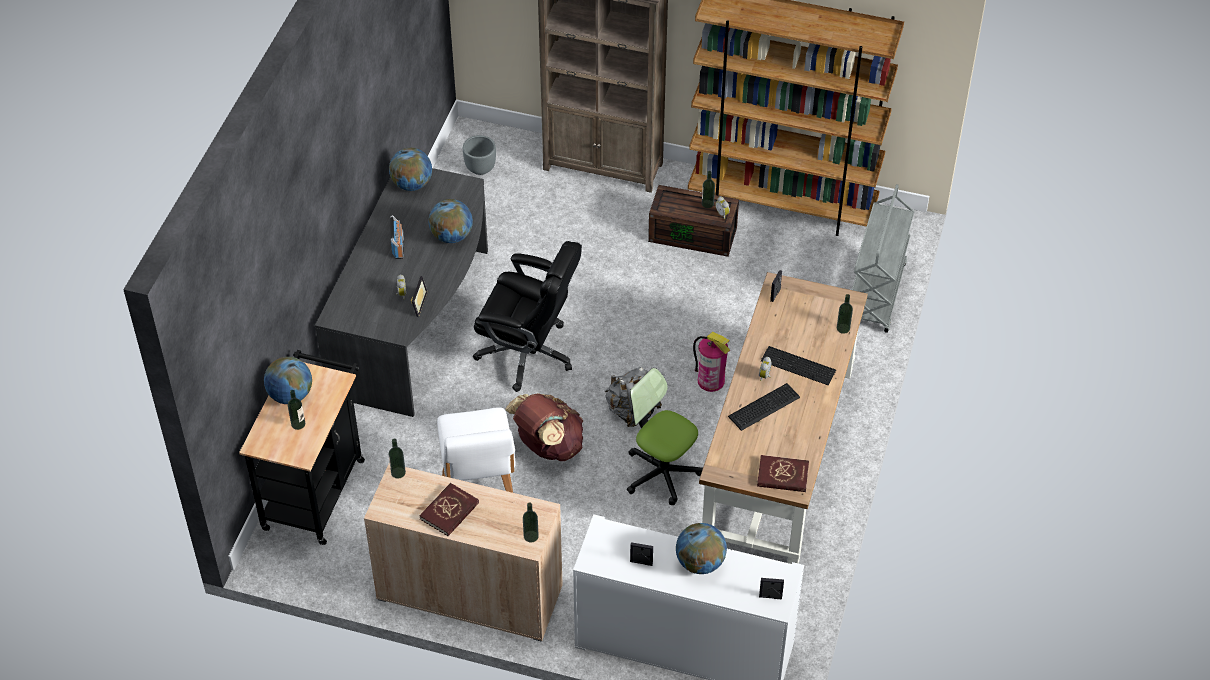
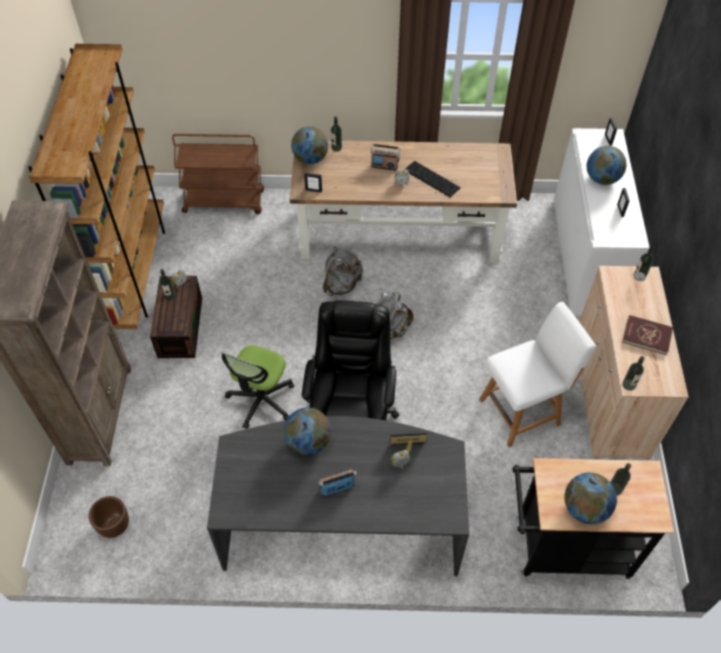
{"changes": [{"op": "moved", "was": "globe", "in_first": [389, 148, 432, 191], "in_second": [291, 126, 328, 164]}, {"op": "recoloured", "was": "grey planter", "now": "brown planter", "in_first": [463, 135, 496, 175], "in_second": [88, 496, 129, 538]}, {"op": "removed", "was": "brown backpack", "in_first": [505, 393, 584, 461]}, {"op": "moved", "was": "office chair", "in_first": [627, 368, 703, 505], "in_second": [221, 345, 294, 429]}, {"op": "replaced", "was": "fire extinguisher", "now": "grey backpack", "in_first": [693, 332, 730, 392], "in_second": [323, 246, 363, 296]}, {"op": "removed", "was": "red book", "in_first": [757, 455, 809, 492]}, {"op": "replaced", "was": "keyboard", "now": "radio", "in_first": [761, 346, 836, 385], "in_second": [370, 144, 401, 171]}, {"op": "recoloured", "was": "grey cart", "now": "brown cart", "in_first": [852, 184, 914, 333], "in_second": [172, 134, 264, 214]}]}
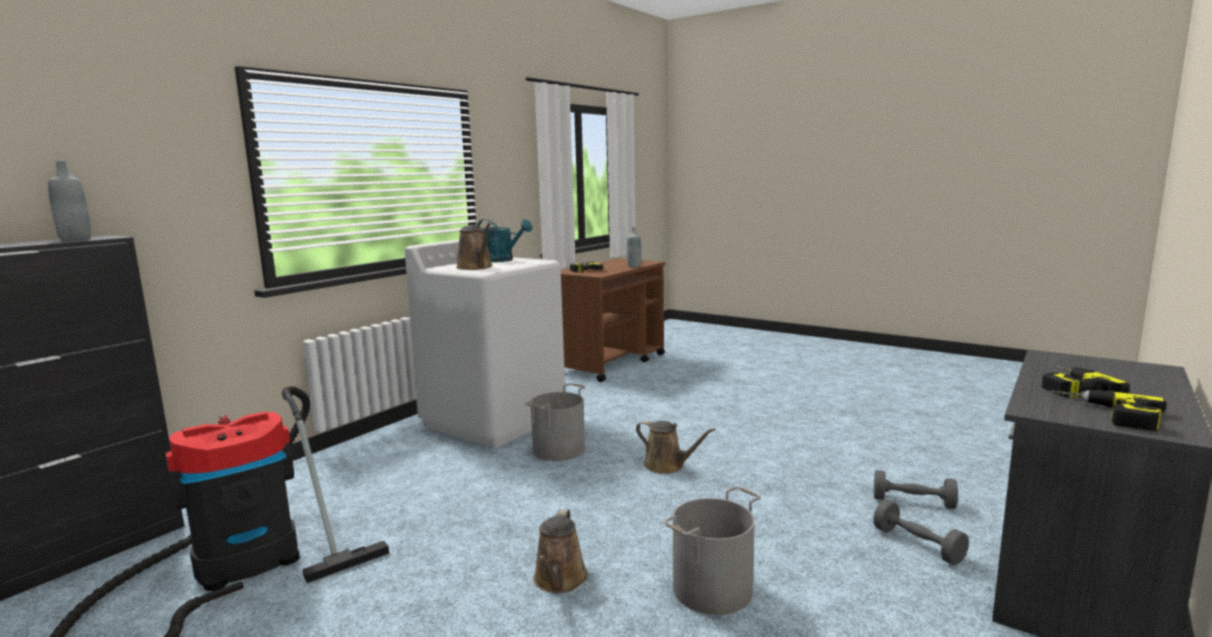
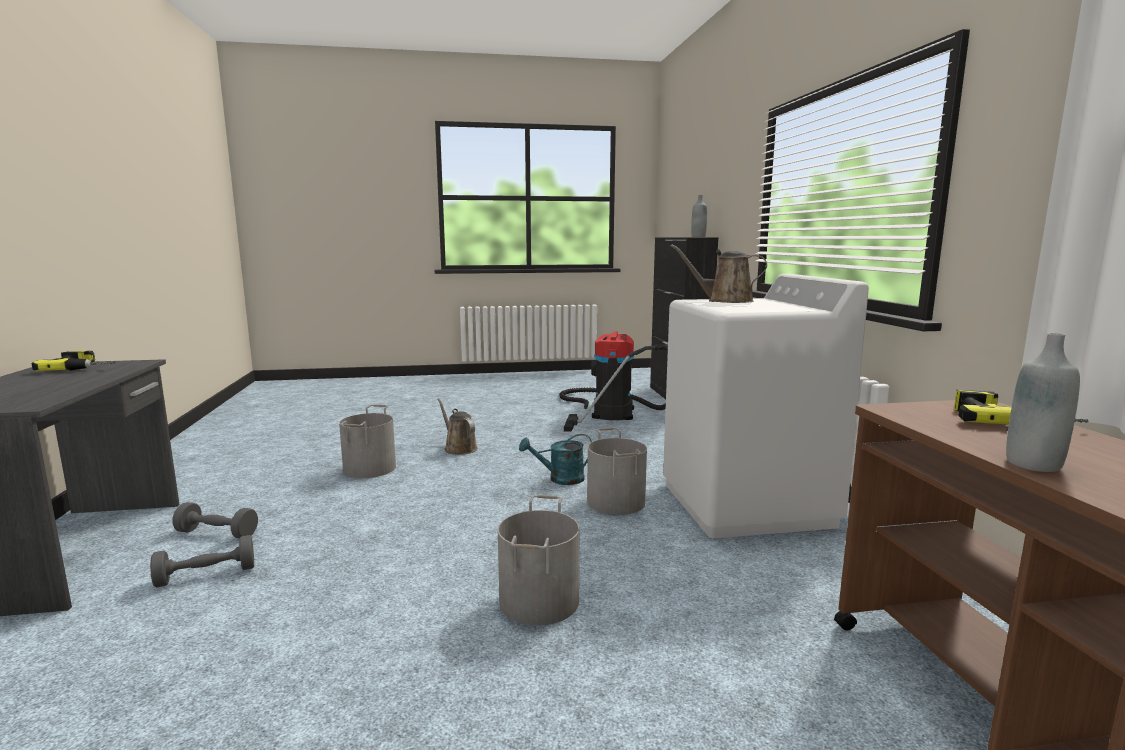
{"changes": [{"op": "moved", "was": "turquoise watering can", "in_first": [478, 219, 532, 262], "in_second": [519, 434, 592, 485]}, {"op": "removed", "was": "brown watering can", "in_first": [636, 420, 716, 474]}, {"op": "removed", "was": "power drill", "in_first": [1042, 363, 1130, 398]}, {"op": "added", "now": "grey bucket", "in_second": [498, 495, 580, 625]}]}
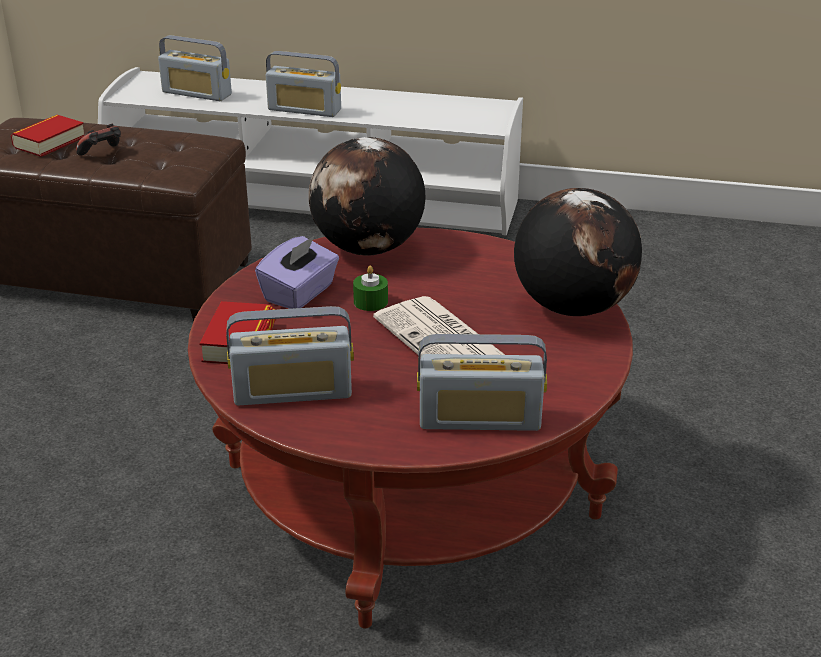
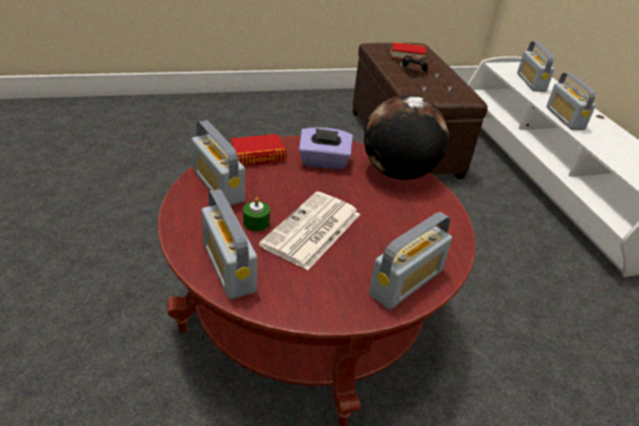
{"changes": [{"op": "moved", "was": "green candle", "in_first": [353, 266, 388, 311], "in_second": [243, 197, 270, 231]}, {"op": "replaced", "was": "globe", "now": "radio", "in_first": [514, 188, 642, 316], "in_second": [369, 212, 452, 310]}]}
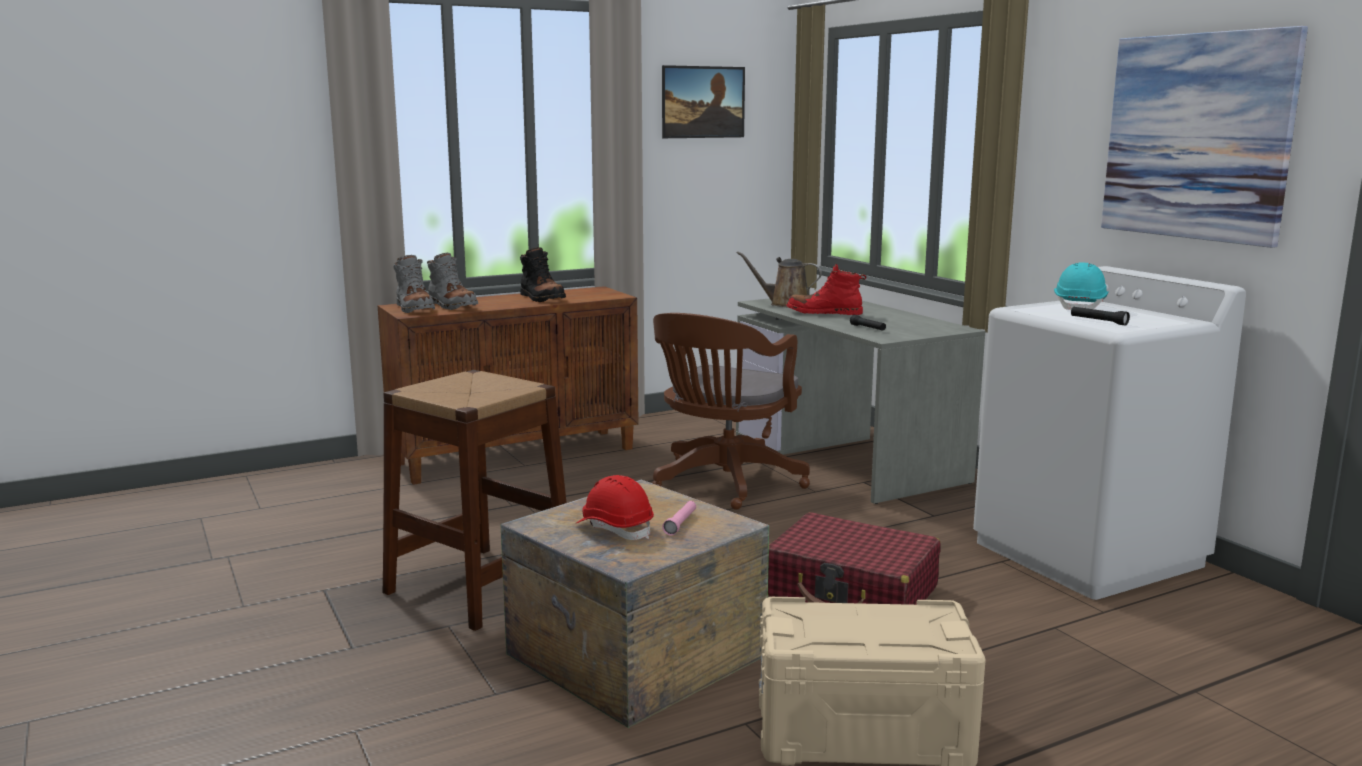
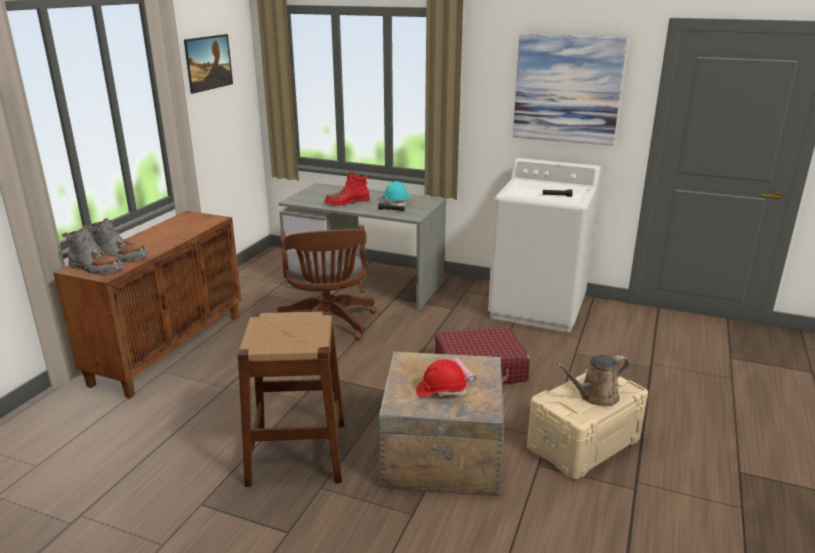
{"changes": [{"op": "removed", "was": "black boot", "in_first": [520, 247, 566, 302]}, {"op": "moved", "was": "brown watering can", "in_first": [737, 251, 822, 308], "in_second": [556, 355, 629, 406]}, {"op": "moved", "was": "turquoise hard hat", "in_first": [1054, 262, 1109, 310], "in_second": [383, 181, 409, 206]}]}
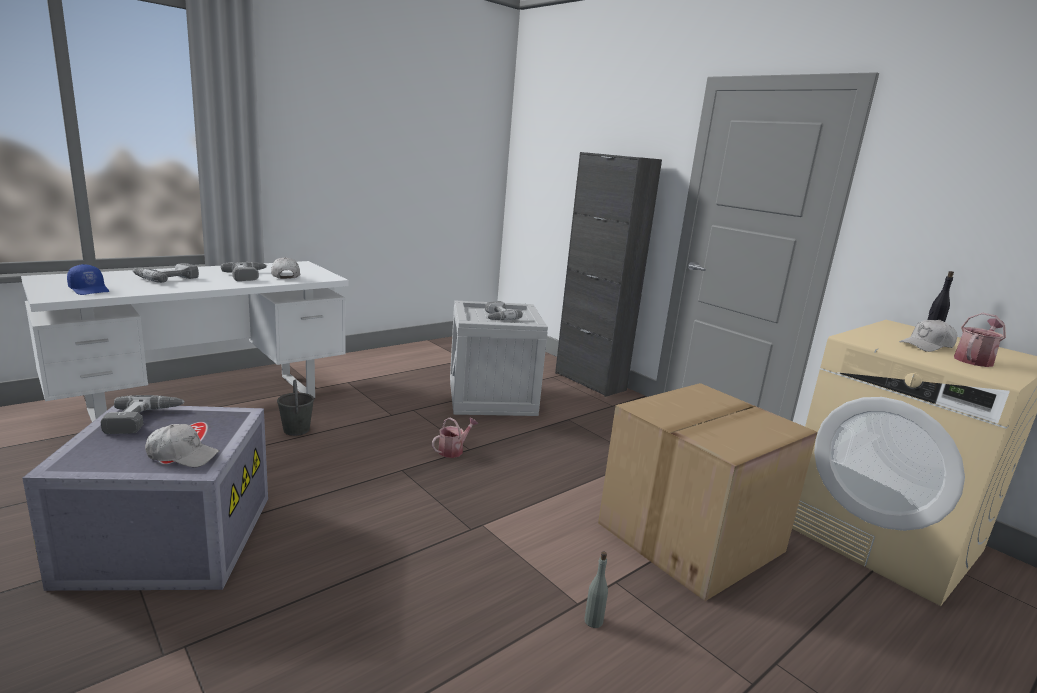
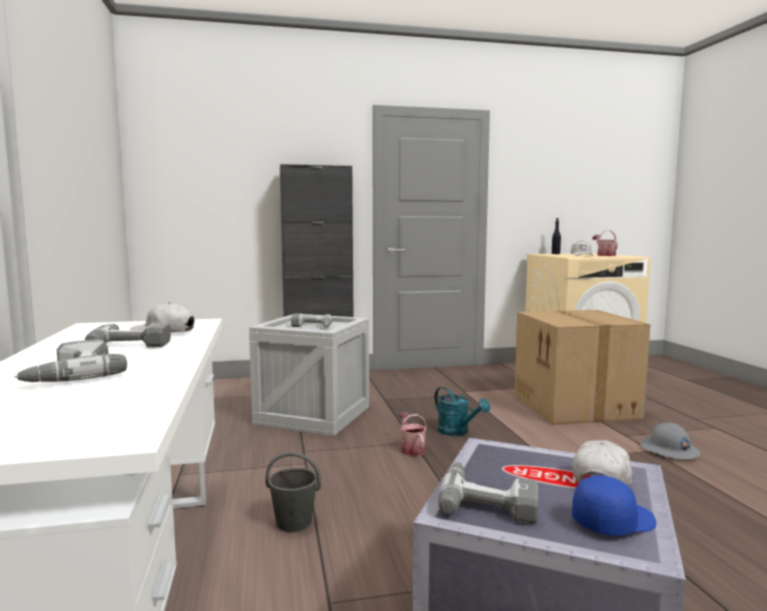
{"changes": [{"op": "moved", "was": "blue cap", "in_first": [67, 264, 109, 295], "in_second": [572, 475, 656, 536]}, {"op": "replaced", "was": "grey bottle", "now": "grey hard hat", "in_first": [584, 552, 608, 628], "in_second": [640, 422, 701, 459]}, {"op": "added", "now": "turquoise watering can", "in_second": [434, 387, 490, 436]}]}
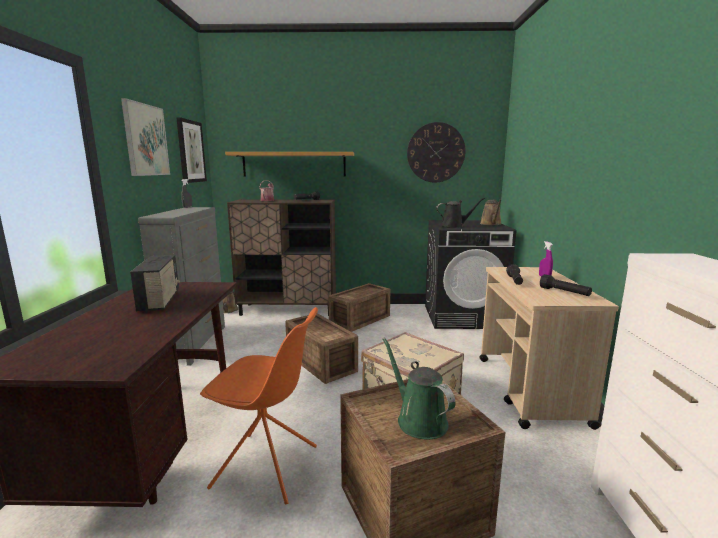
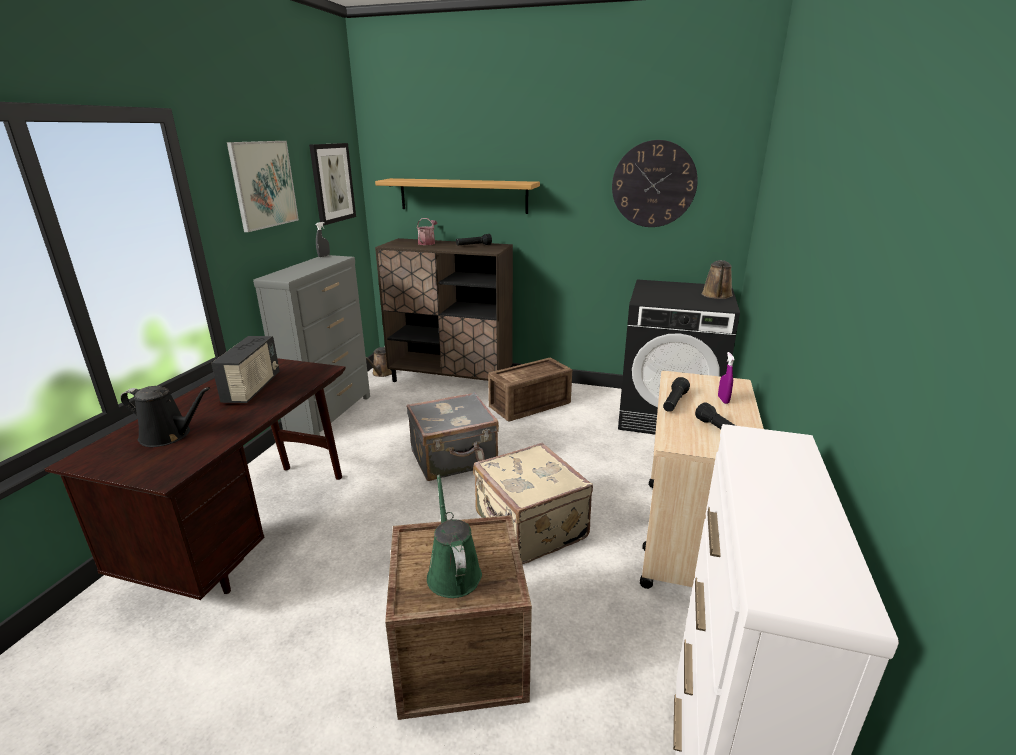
{"changes": [{"op": "removed", "was": "orange chair", "in_first": [200, 307, 318, 505]}, {"op": "replaced", "was": "crate", "now": "grey suitcase", "in_first": [285, 313, 358, 384], "in_second": [406, 392, 499, 481]}, {"op": "moved", "was": "black watering can", "in_first": [436, 198, 485, 228], "in_second": [120, 386, 210, 447]}]}
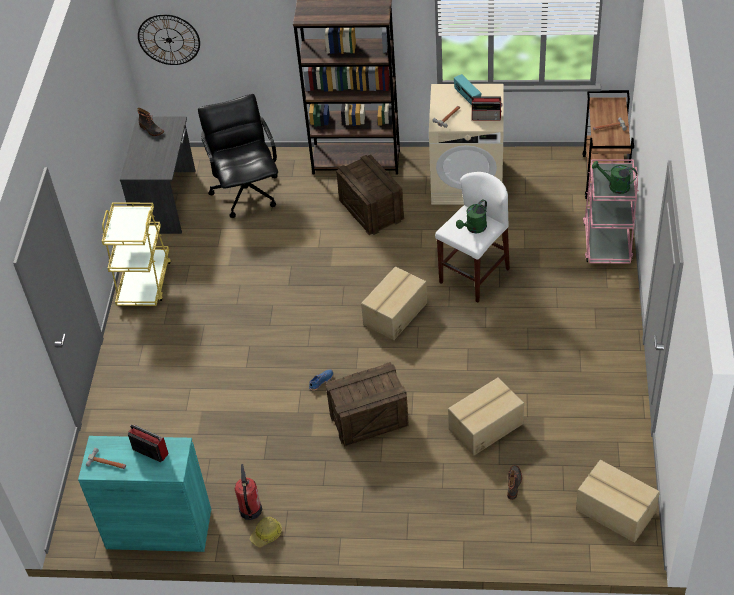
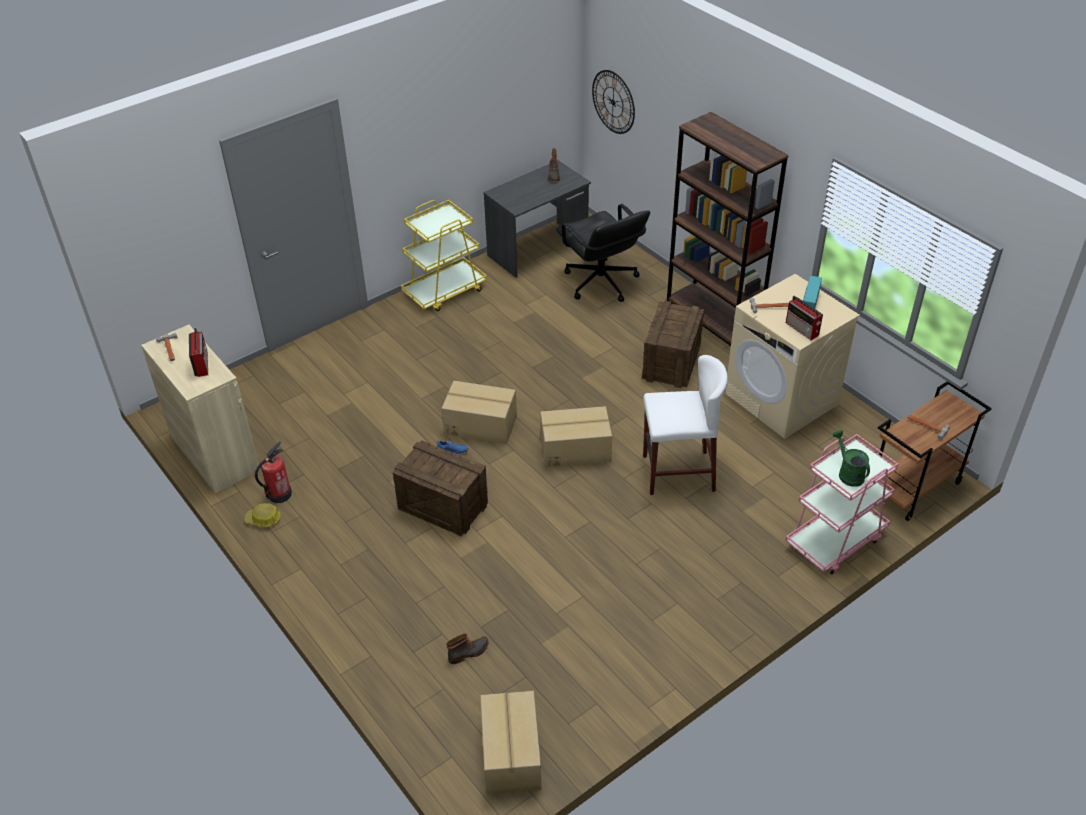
{"changes": [{"op": "recoloured", "was": "turquoise cabinet", "now": "beige cabinet", "in_first": [78, 436, 211, 552], "in_second": [141, 325, 261, 493]}, {"op": "turned", "was": "black office chair", "in_first": [198, 94, 278, 218], "in_second": [556, 204, 650, 302], "clockwise": 120}, {"op": "moved", "was": "cardboard box", "in_first": [448, 377, 524, 456], "in_second": [441, 381, 517, 444]}, {"op": "removed", "was": "green watering can", "in_first": [456, 199, 487, 233]}]}
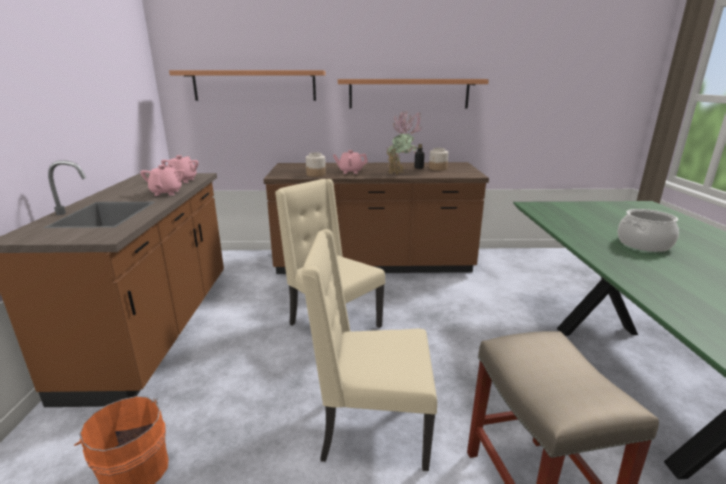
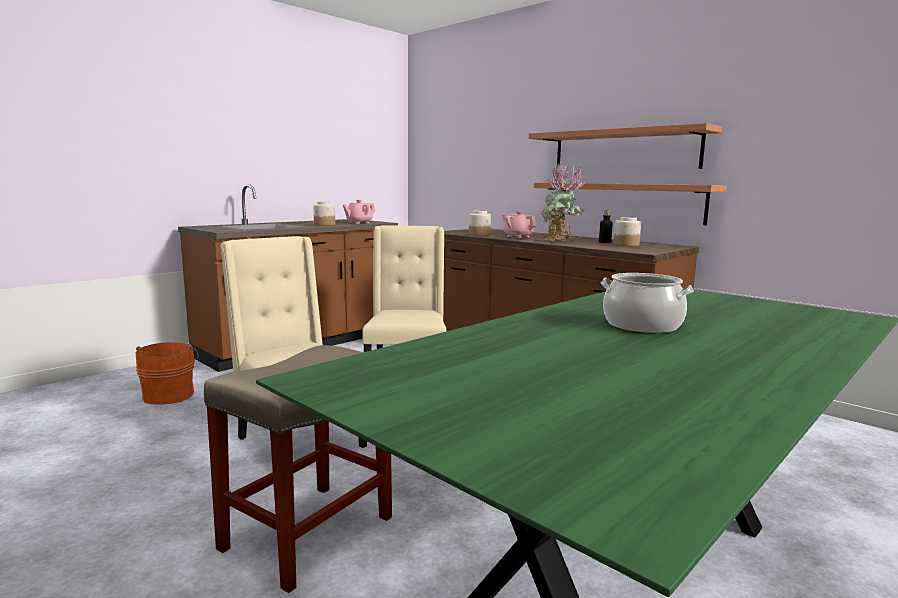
{"changes": [{"op": "replaced", "was": "pink teapot", "now": "jar", "in_first": [140, 165, 185, 196], "in_second": [313, 201, 335, 226]}, {"op": "moved", "was": "shelf", "in_first": [169, 70, 326, 101], "in_second": [534, 183, 727, 225]}]}
